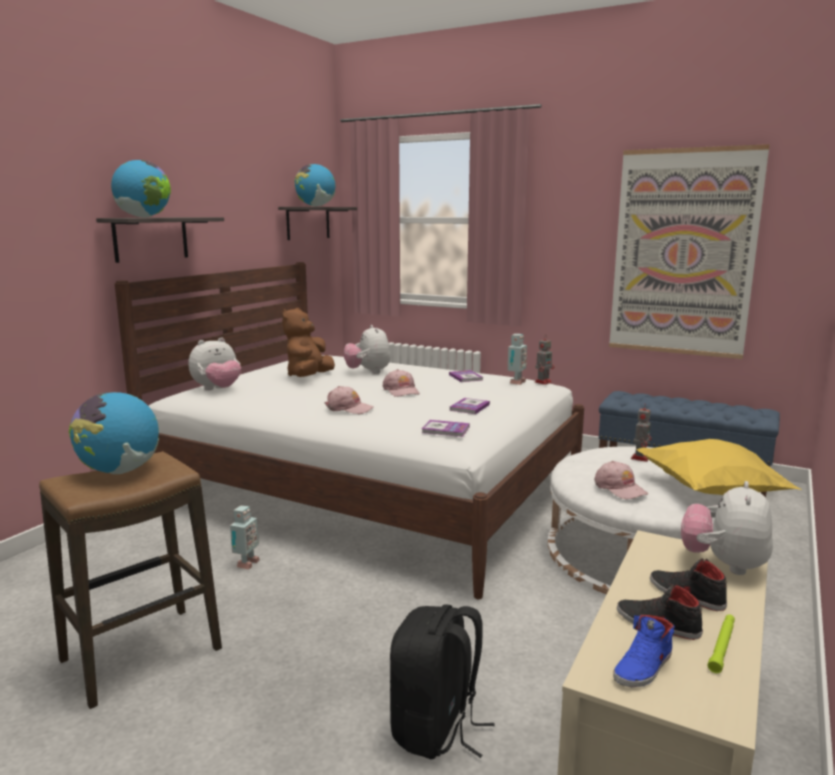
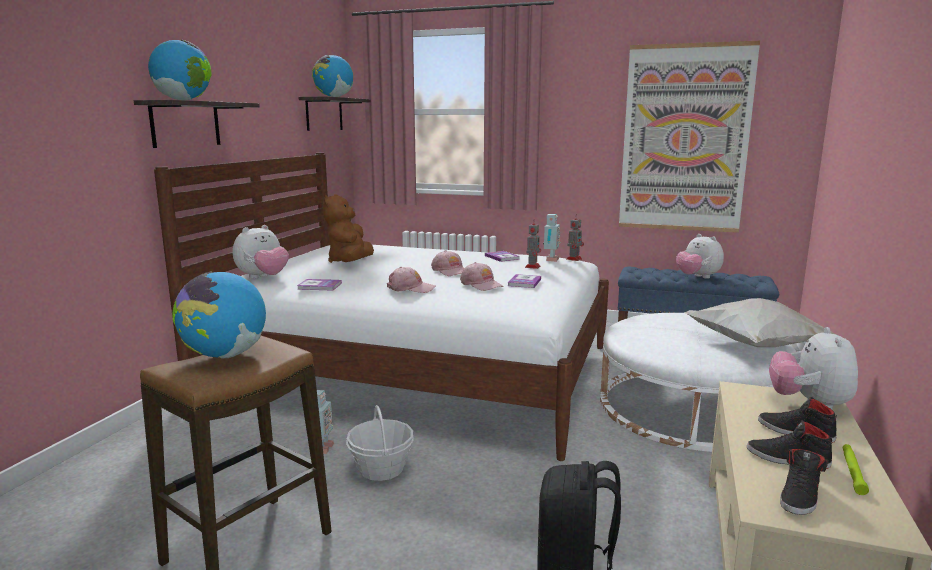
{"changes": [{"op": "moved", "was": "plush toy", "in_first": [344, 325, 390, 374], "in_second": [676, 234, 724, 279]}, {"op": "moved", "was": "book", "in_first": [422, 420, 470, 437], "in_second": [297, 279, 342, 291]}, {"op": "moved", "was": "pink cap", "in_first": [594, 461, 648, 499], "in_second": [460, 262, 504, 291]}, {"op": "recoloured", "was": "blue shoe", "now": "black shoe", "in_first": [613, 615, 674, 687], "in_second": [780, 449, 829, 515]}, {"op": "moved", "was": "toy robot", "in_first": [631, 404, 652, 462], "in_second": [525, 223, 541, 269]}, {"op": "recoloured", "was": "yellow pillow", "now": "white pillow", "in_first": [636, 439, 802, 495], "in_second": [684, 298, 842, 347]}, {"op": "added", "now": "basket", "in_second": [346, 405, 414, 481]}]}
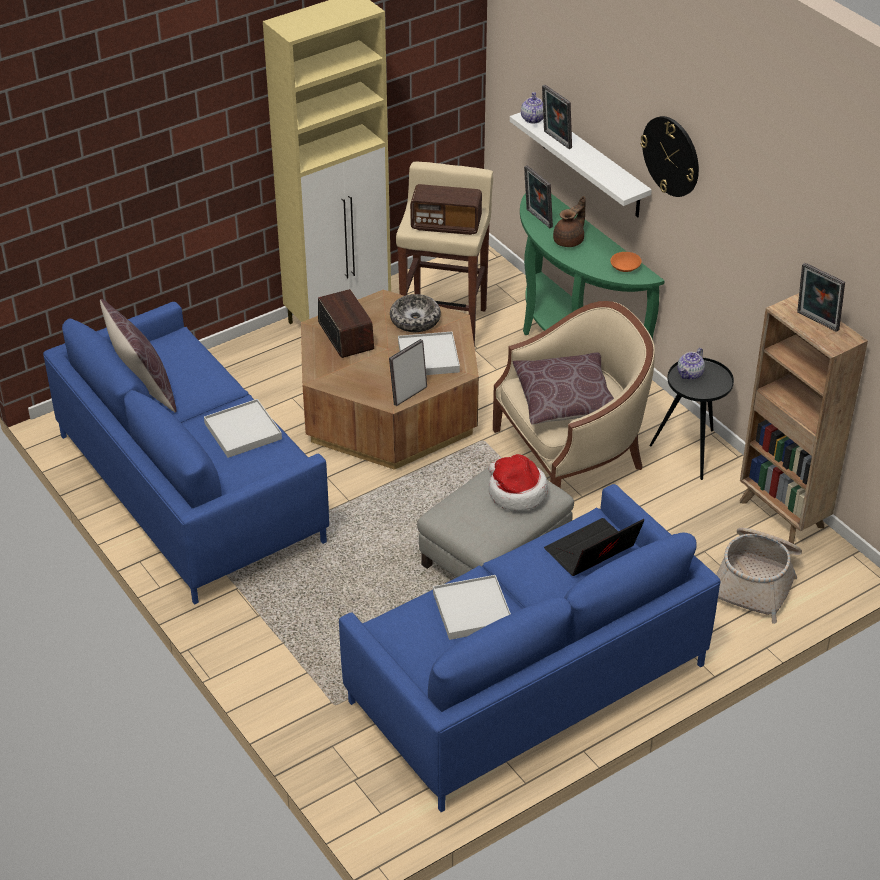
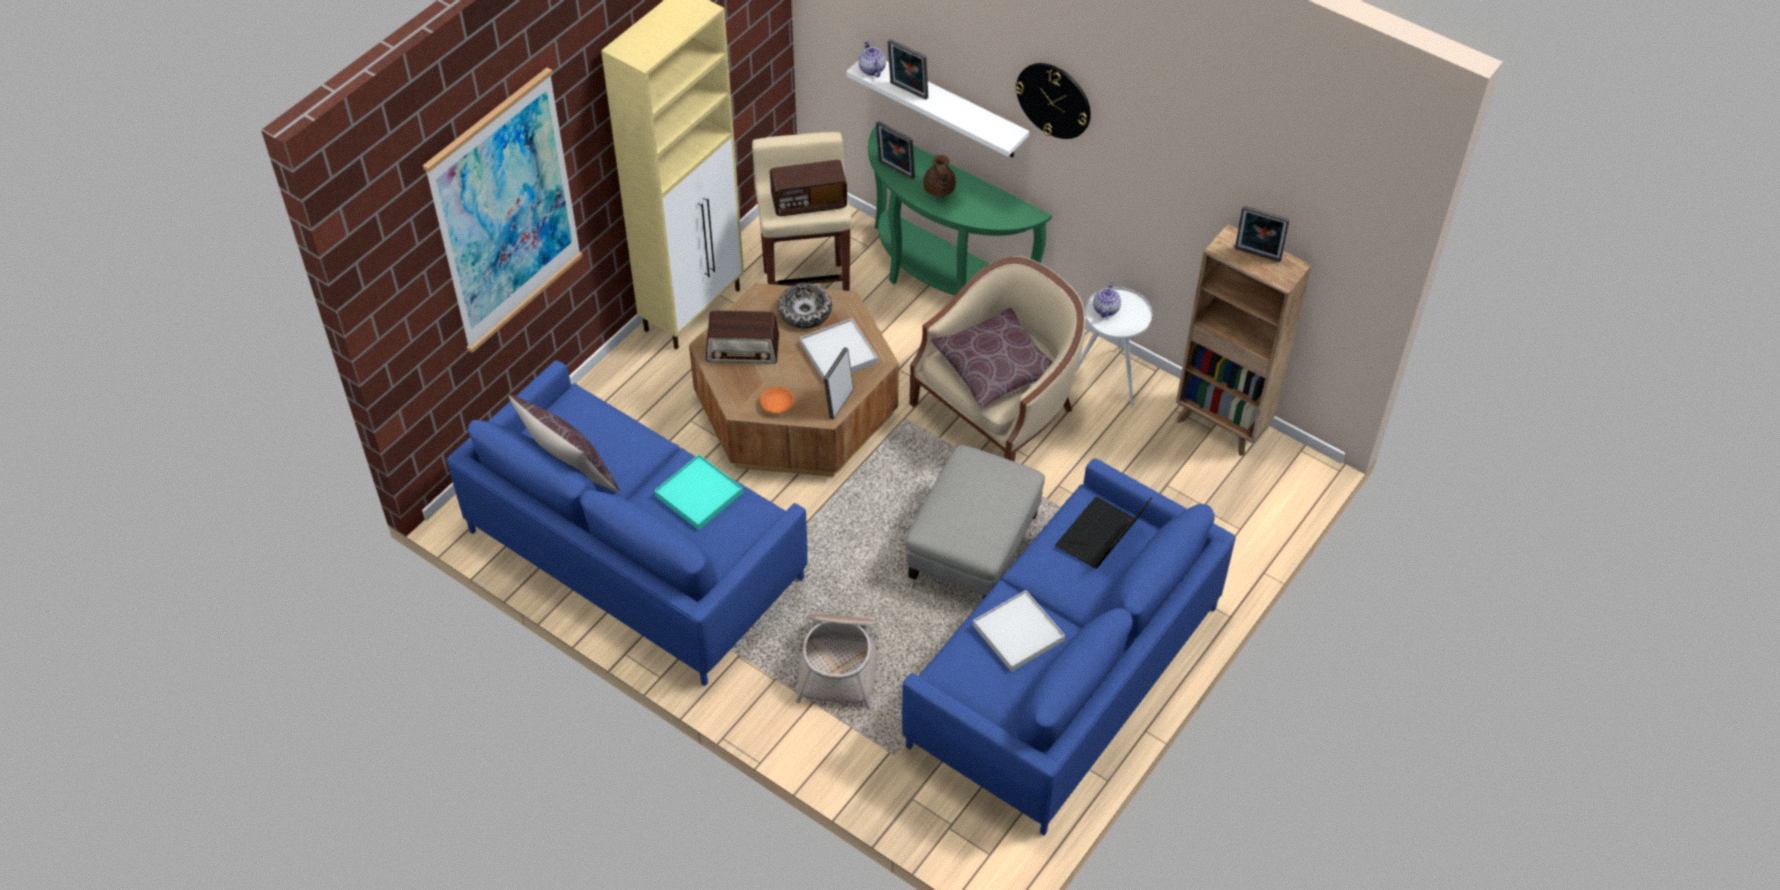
{"changes": [{"op": "recoloured", "was": "white tray", "now": "turquoise tray", "in_first": [204, 399, 282, 458], "in_second": [654, 455, 743, 530]}, {"op": "turned", "was": "radio", "in_first": [318, 289, 374, 358], "in_second": [706, 310, 779, 364], "clockwise": 135}, {"op": "removed", "was": "hat", "in_first": [489, 454, 548, 511]}, {"op": "turned", "was": "brown teapot", "in_first": [553, 196, 586, 247], "in_second": [923, 155, 956, 197], "clockwise": 150}, {"op": "moved", "was": "orange bowl", "in_first": [610, 252, 642, 272], "in_second": [760, 387, 794, 414]}, {"op": "recoloured", "was": "black side table", "now": "white side table", "in_first": [649, 357, 734, 480], "in_second": [1076, 287, 1152, 407]}, {"op": "moved", "was": "basket", "in_first": [716, 528, 802, 624], "in_second": [795, 614, 879, 710]}, {"op": "added", "now": "picture", "in_second": [423, 67, 583, 353]}]}
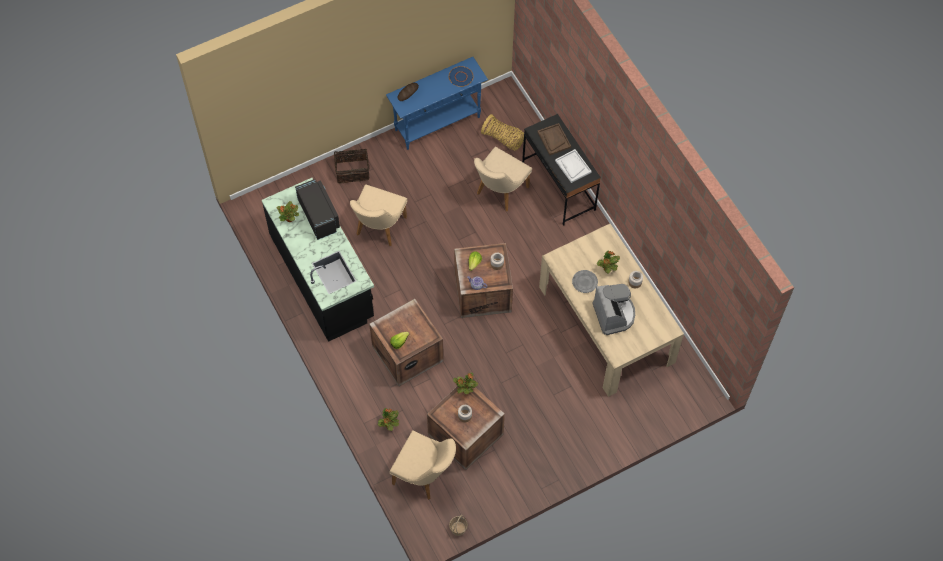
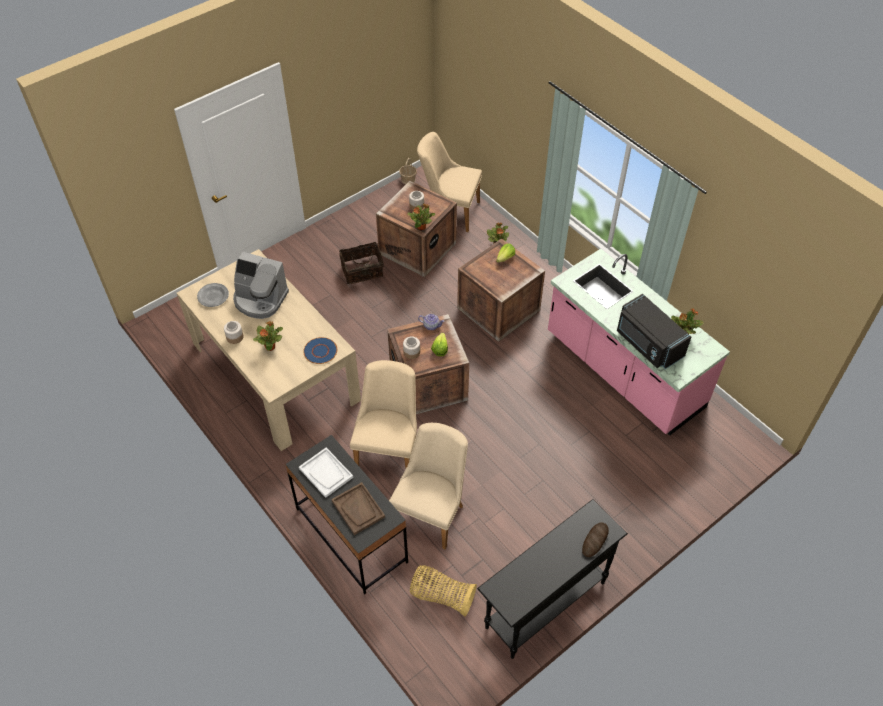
{"changes": [{"op": "recoloured", "was": "black counter", "now": "pink counter", "in_first": [262, 178, 374, 342], "in_second": [548, 249, 730, 435]}, {"op": "moved", "was": "basket", "in_first": [334, 149, 369, 183], "in_second": [339, 242, 384, 284]}, {"op": "moved", "was": "beige chair", "in_first": [350, 184, 407, 246], "in_second": [350, 360, 417, 468]}, {"op": "recoloured", "was": "blue console table", "now": "black console table", "in_first": [386, 57, 488, 150], "in_second": [477, 499, 628, 659]}, {"op": "moved", "was": "blue plate", "in_first": [449, 66, 473, 87], "in_second": [303, 337, 337, 364]}, {"op": "moved", "was": "grey plate", "in_first": [572, 270, 598, 293], "in_second": [197, 283, 229, 307]}, {"op": "turned", "was": "coffee machine", "in_first": [592, 284, 635, 335], "in_second": [233, 252, 289, 319], "clockwise": -45}]}
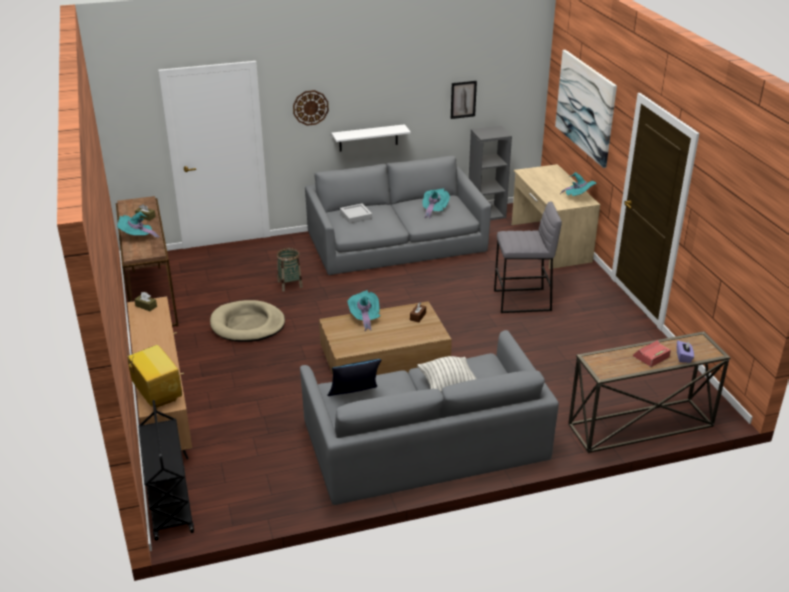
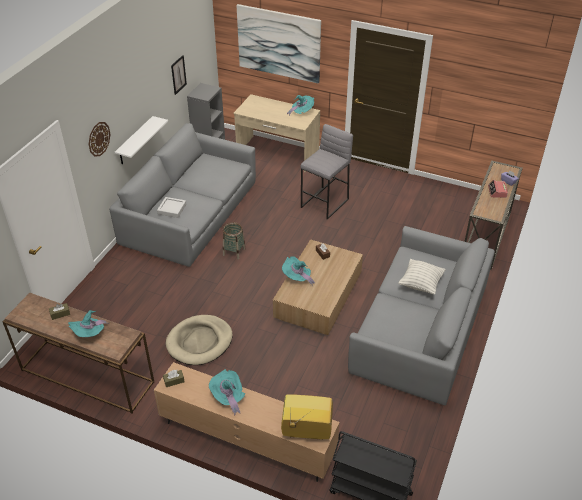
{"changes": [{"op": "moved", "was": "basket", "in_first": [277, 248, 303, 292], "in_second": [223, 222, 246, 259]}, {"op": "removed", "was": "blue pillow", "in_first": [327, 359, 381, 396]}, {"op": "moved", "was": "turquoise hat", "in_first": [422, 188, 450, 219], "in_second": [209, 369, 245, 416]}]}
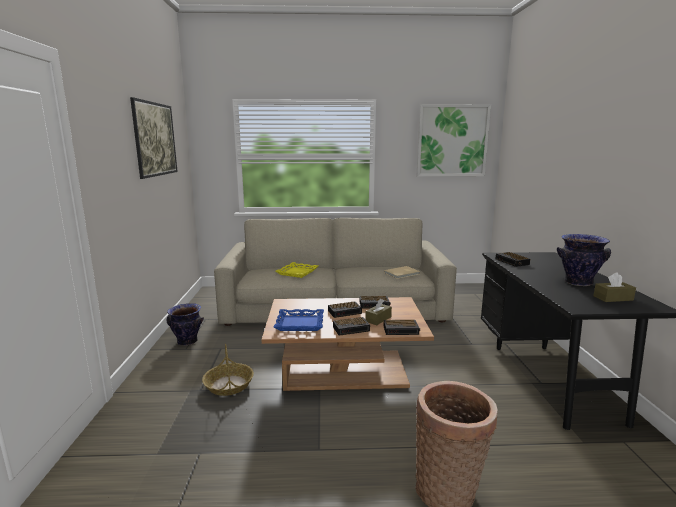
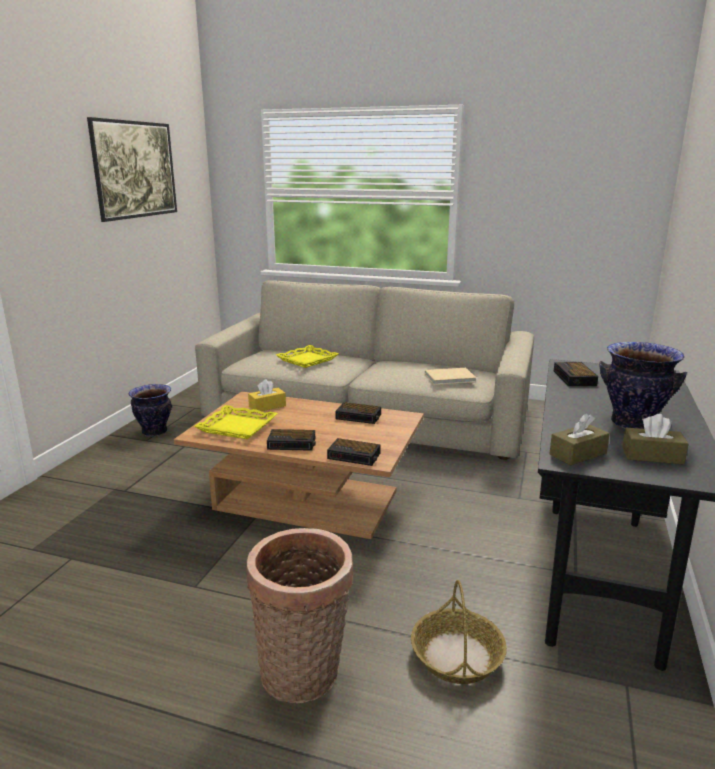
{"changes": [{"op": "moved", "was": "basket", "in_first": [202, 344, 254, 396], "in_second": [411, 580, 507, 684]}, {"op": "recoloured", "was": "blue tray", "now": "yellow tray", "in_first": [274, 309, 324, 331], "in_second": [194, 405, 278, 439]}, {"op": "removed", "was": "alarm clock", "in_first": [328, 301, 362, 318]}, {"op": "moved", "was": "brown tissue box", "in_first": [365, 299, 392, 325], "in_second": [549, 413, 610, 465]}, {"op": "removed", "was": "picture", "in_first": [416, 104, 491, 177]}, {"op": "added", "now": "yellow tissue box", "in_second": [248, 379, 286, 411]}]}
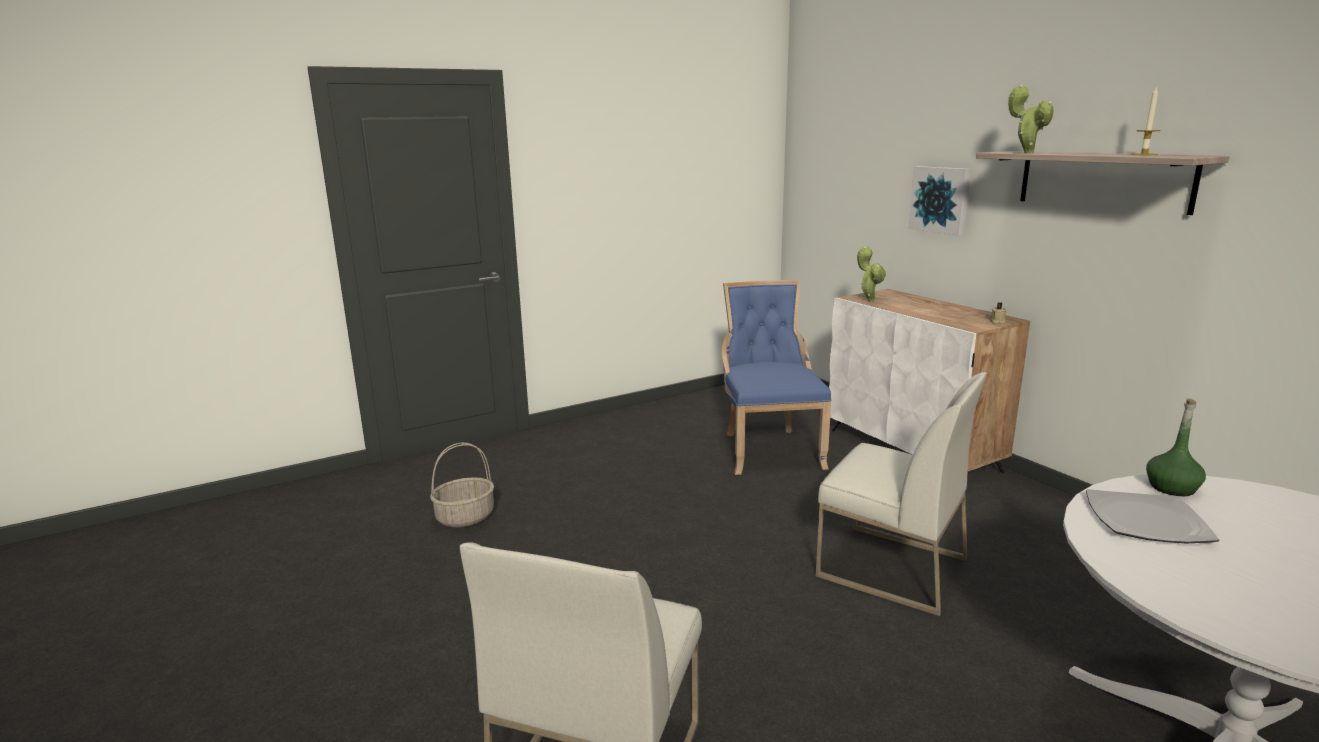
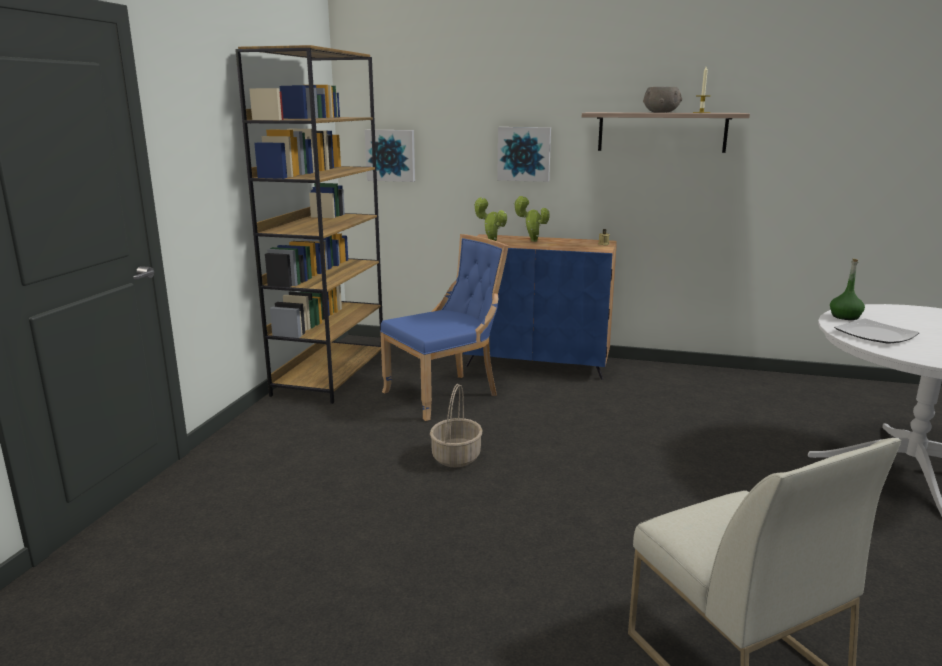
{"changes": [{"op": "moved", "was": "basket", "in_first": [430, 443, 494, 527], "in_second": [430, 384, 483, 467]}, {"op": "turned", "was": "blue chair", "in_first": [722, 280, 832, 475], "in_second": [380, 234, 508, 421], "clockwise": 105}, {"op": "removed", "was": "white chair", "in_first": [816, 372, 987, 616]}, {"op": "recoloured", "was": "white cabinet", "now": "blue cabinet", "in_first": [829, 289, 1030, 473], "in_second": [463, 234, 617, 380]}, {"op": "moved", "was": "potted plant", "in_first": [1008, 85, 1054, 153], "in_second": [514, 196, 550, 242]}, {"op": "added", "now": "brown bookcase", "in_second": [235, 45, 383, 404]}, {"op": "added", "now": "picture", "in_second": [365, 130, 415, 182]}, {"op": "added", "now": "grey bowl", "in_second": [643, 87, 682, 113]}]}
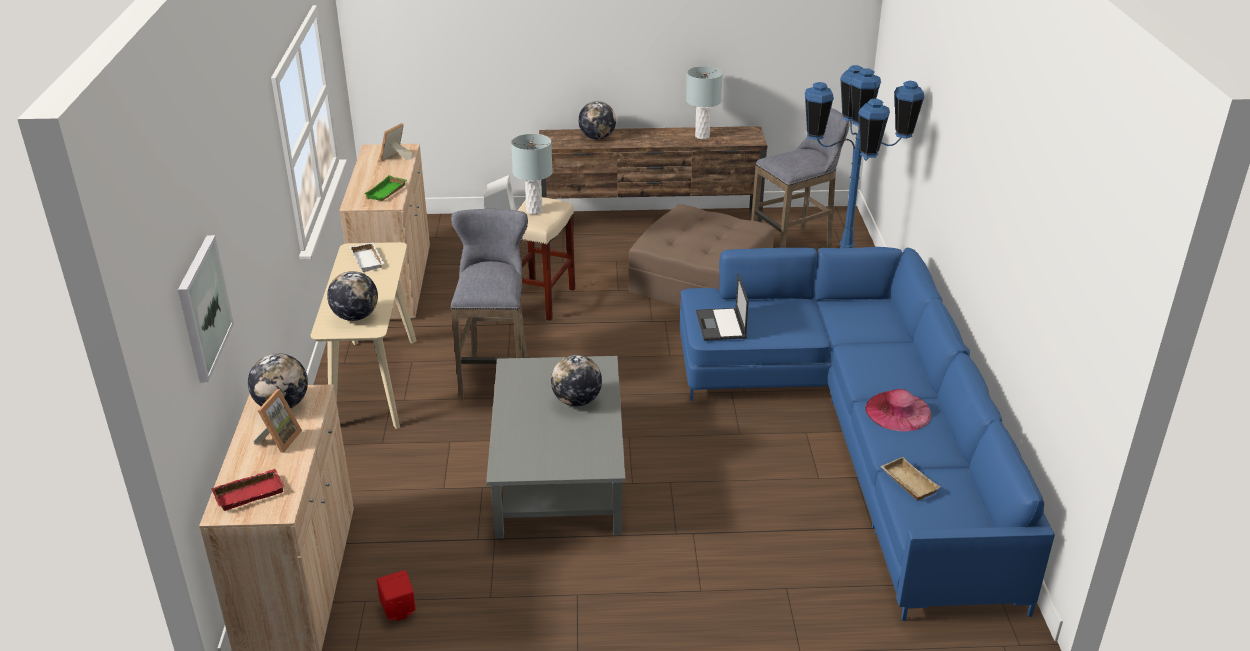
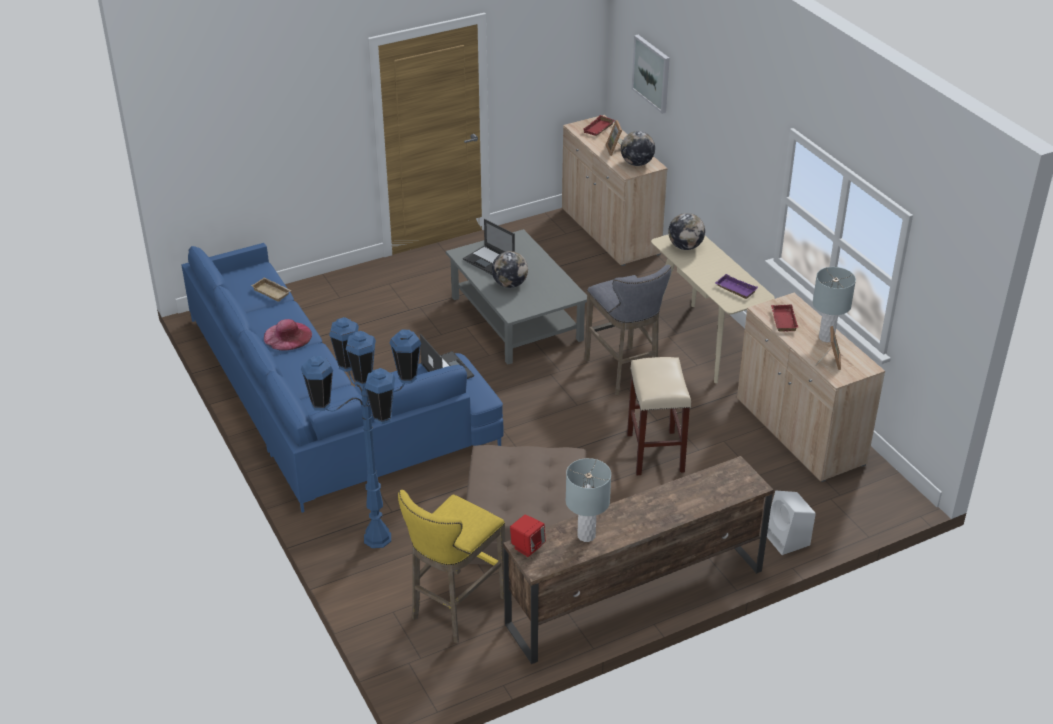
{"changes": [{"op": "recoloured", "was": "white tray", "now": "purple tray", "in_first": [350, 242, 385, 272], "in_second": [715, 274, 758, 299]}, {"op": "recoloured", "was": "green tray", "now": "red tray", "in_first": [364, 175, 407, 201], "in_second": [771, 304, 798, 332]}, {"op": "moved", "was": "red speaker", "in_first": [377, 570, 415, 621], "in_second": [510, 515, 546, 557]}, {"op": "moved", "was": "grey table lamp", "in_first": [511, 134, 552, 215], "in_second": [813, 267, 856, 342]}, {"op": "removed", "was": "globe", "in_first": [578, 101, 616, 140]}, {"op": "recoloured", "was": "grey stool", "now": "yellow stool", "in_first": [751, 108, 849, 248], "in_second": [398, 490, 505, 643]}, {"op": "added", "now": "laptop", "in_second": [463, 219, 515, 275]}]}
